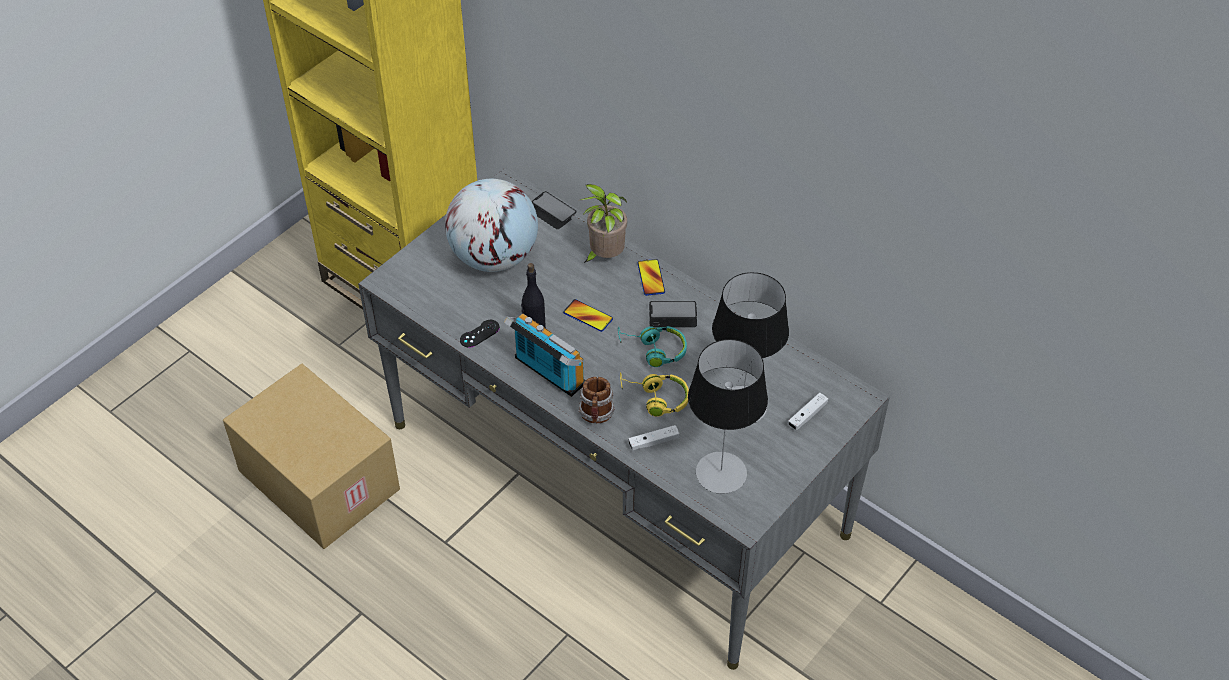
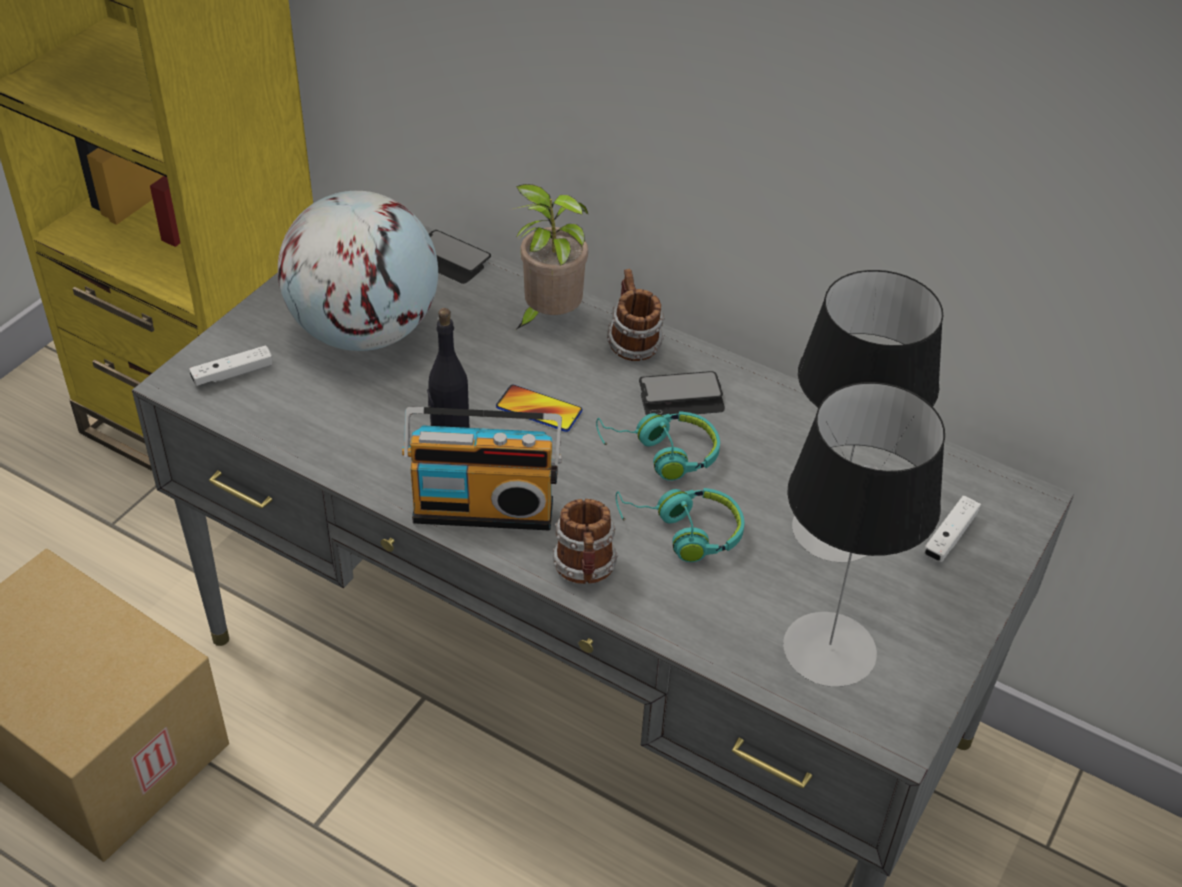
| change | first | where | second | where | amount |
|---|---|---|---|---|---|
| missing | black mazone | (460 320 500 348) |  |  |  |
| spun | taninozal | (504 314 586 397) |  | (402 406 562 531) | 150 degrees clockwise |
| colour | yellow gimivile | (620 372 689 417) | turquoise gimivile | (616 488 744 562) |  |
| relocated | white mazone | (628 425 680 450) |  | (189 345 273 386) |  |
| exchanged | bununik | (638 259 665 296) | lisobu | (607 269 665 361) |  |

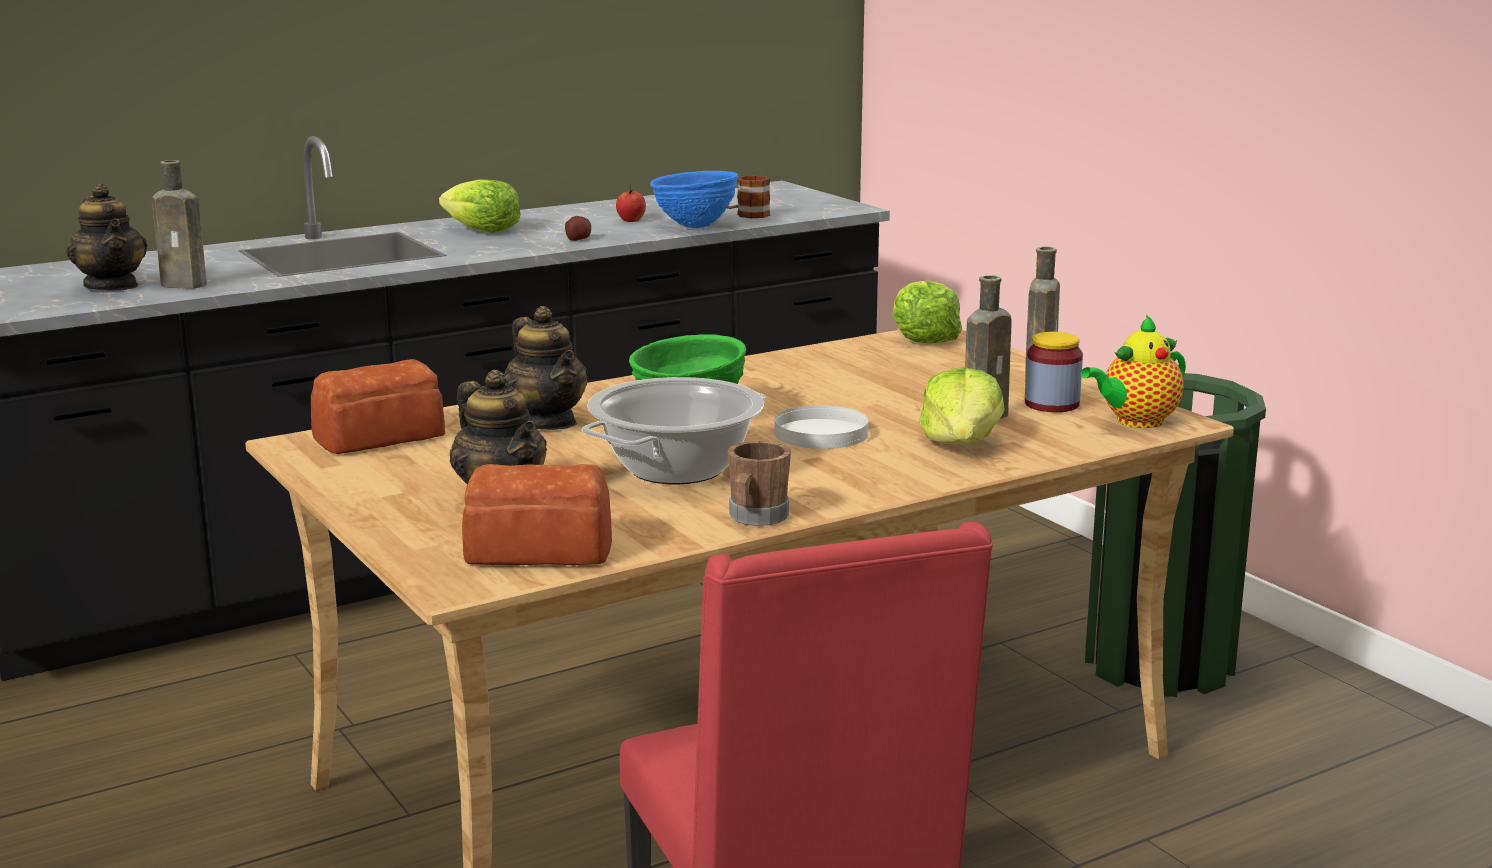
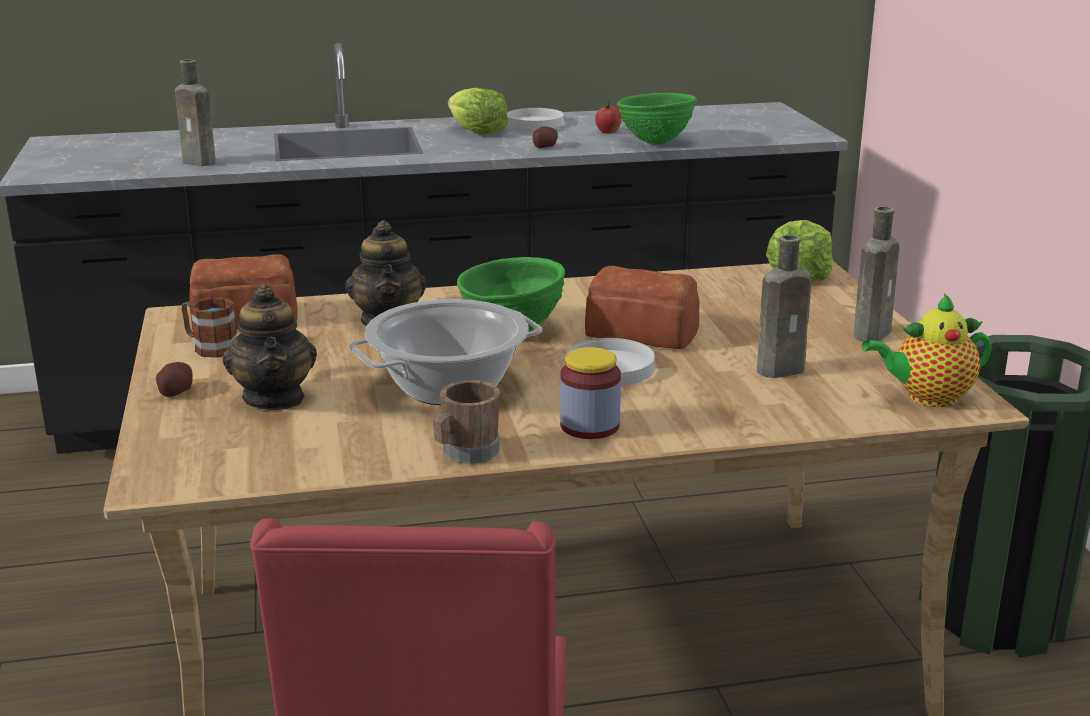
| change | first | where | second | where | amount |
|---|---|---|---|---|---|
| missing | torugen | (66 183 147 291) |  |  |  |
| relocated | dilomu | (462 464 612 565) |  | (585 266 699 349) |  |
| colour | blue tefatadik | (650 171 739 228) | green tefatadik | (617 93 697 145) |  |
| relocated | lisobu | (727 175 770 218) |  | (182 297 237 358) |  |
| missing | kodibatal | (919 367 1005 444) |  |  |  |
| relocated | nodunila | (1025 332 1083 412) |  | (560 347 621 439) |  |
| appeared |  |  | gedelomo | (156 362 193 397) |  |
| appeared |  |  | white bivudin | (507 108 564 130) |  |

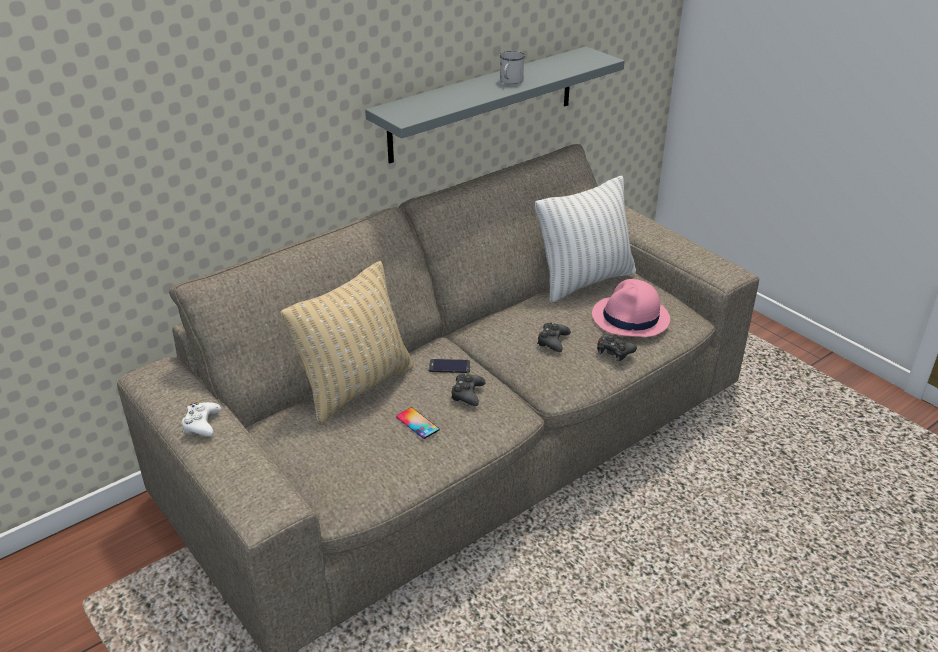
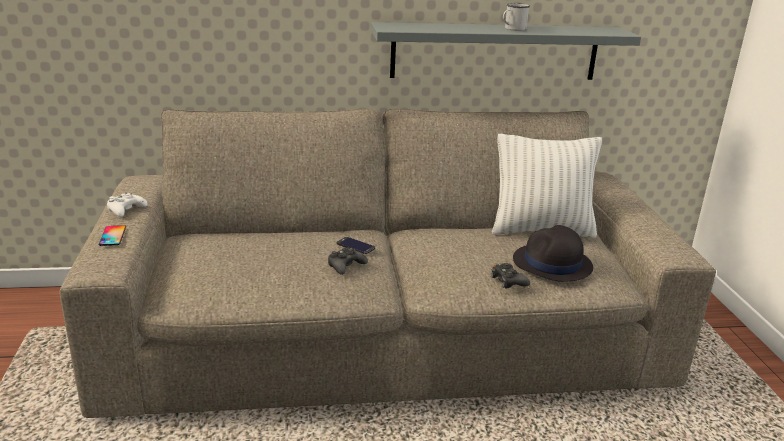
| change | first | where | second | where | amount |
|---|---|---|---|---|---|
| missing | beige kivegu | (281 261 414 423) |  |  |  |
| relocated | bununik | (396 407 440 439) |  | (99 225 126 246) |  |
| missing | black mazone | (537 322 571 352) |  |  |  |
| colour | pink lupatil | (592 279 670 337) | black lupatil | (513 225 593 282) |  |

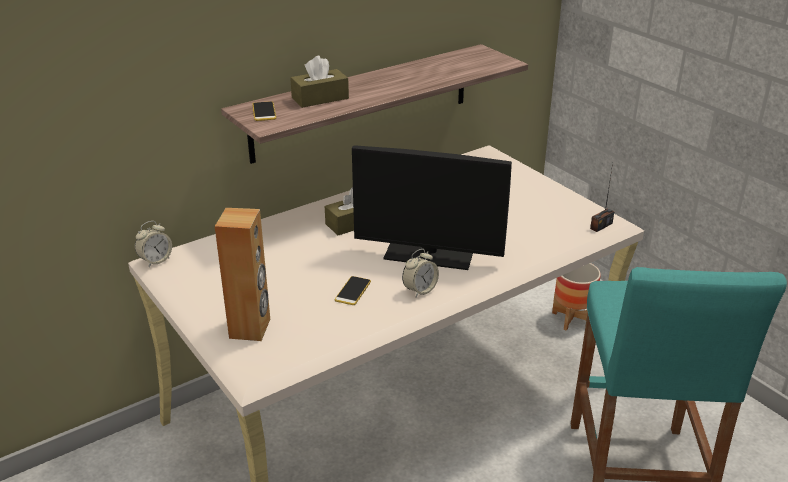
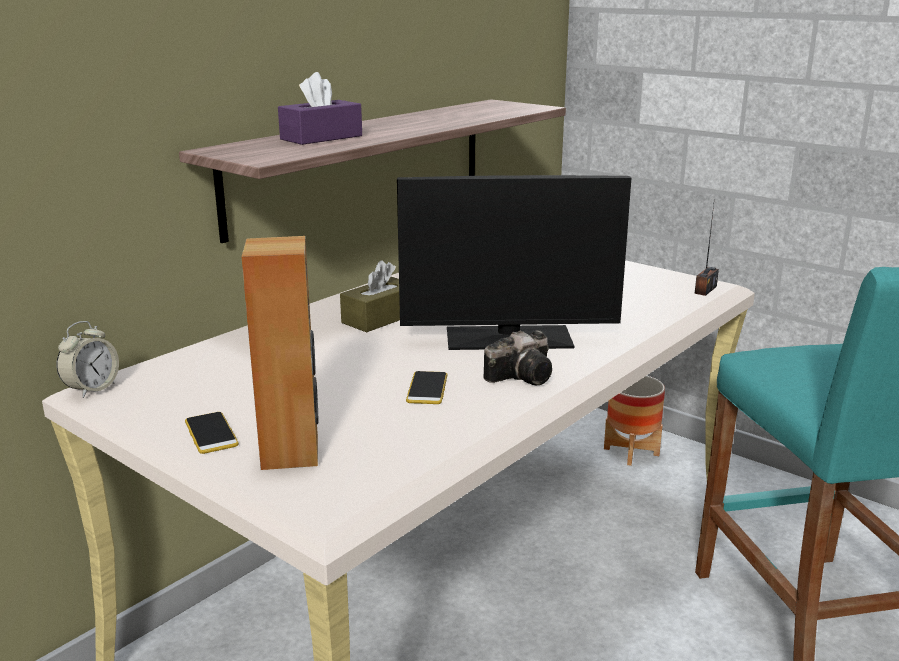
| change | first | where | second | where | amount |
|---|---|---|---|---|---|
| relocated | bununik | (252 101 276 121) |  | (185 412 239 454) |  |
| colour | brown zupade | (290 55 349 108) | purple zupade | (278 72 362 145) |  |
| exchanged | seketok | (402 249 439 297) | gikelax | (483 330 552 385) |  |

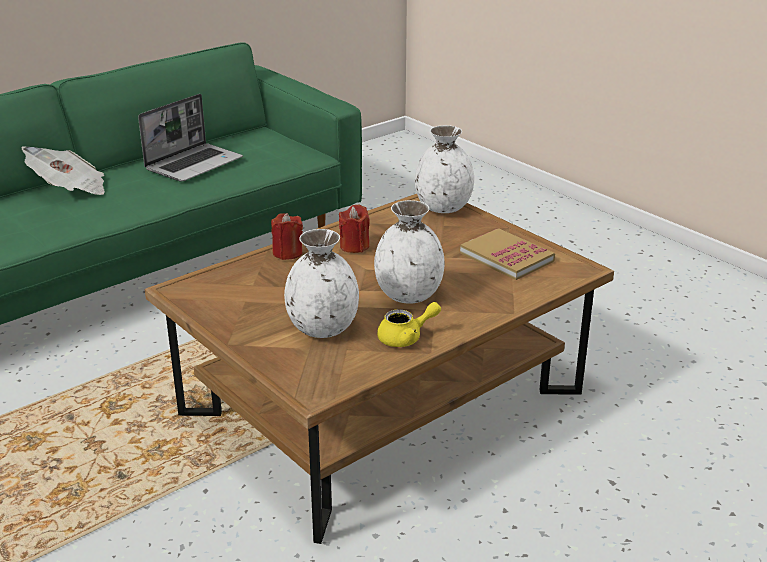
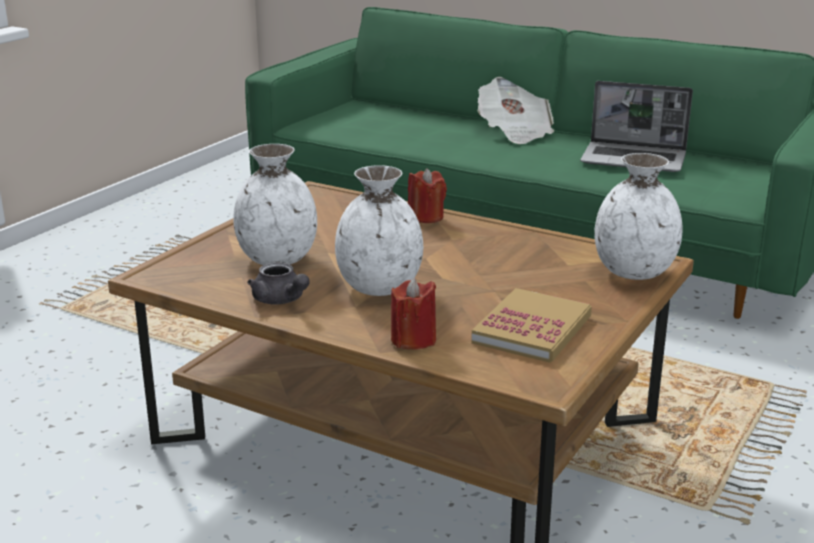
| change | first | where | second | where | amount |
|---|---|---|---|---|---|
| relocated | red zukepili | (339 205 370 253) |  | (391 278 436 349) |  |
| colour | yellow torugen | (377 302 441 347) | grey torugen | (247 262 310 305) |  |

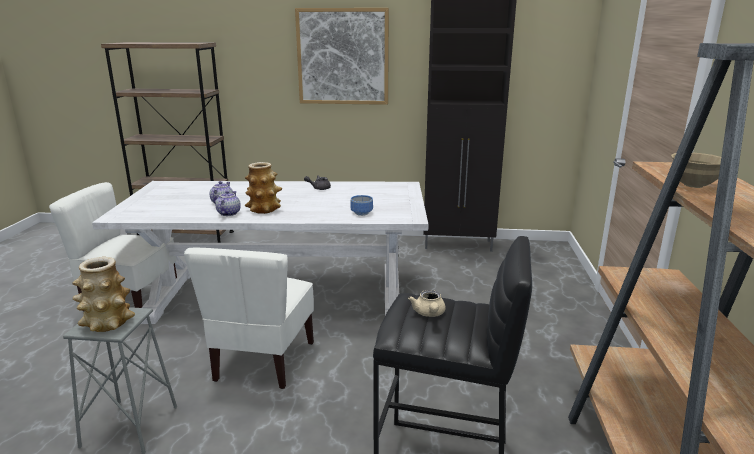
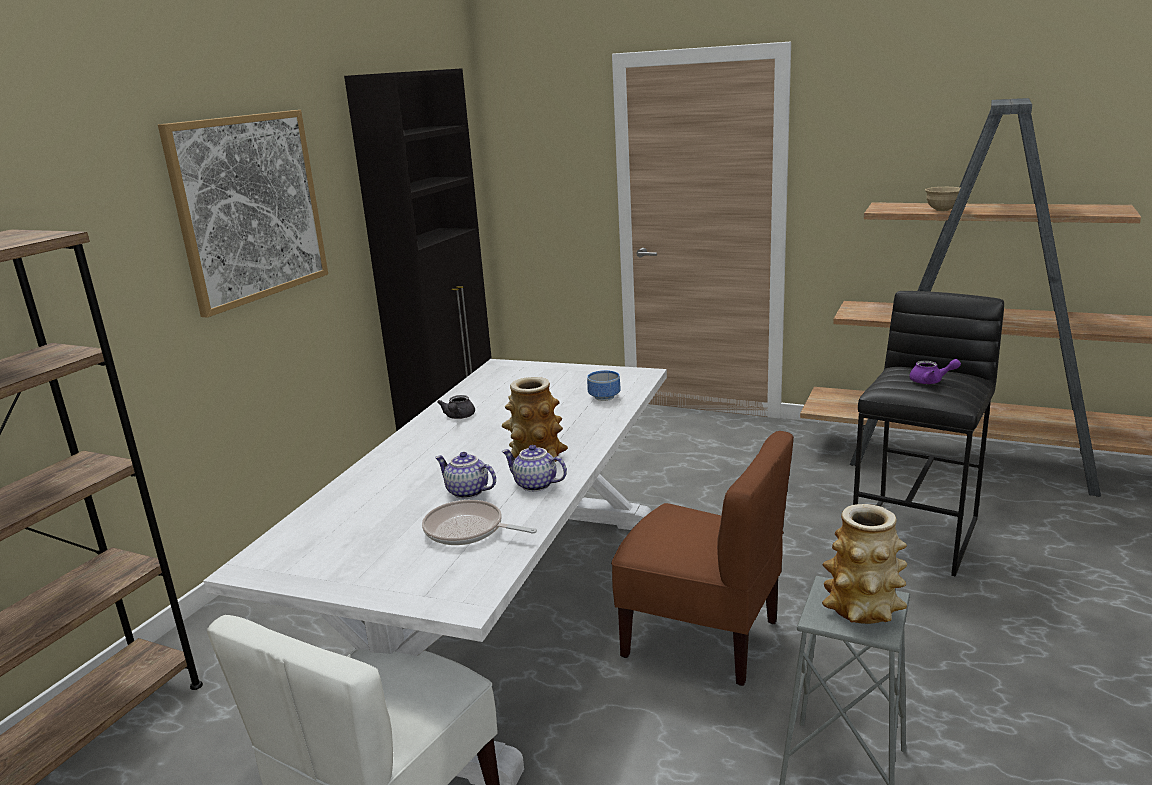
| change | first | where | second | where | amount |
|---|---|---|---|---|---|
| colour | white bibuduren | (184 248 314 389) | brown bibuduren | (611 431 794 686) |  |
| colour | beige torugen | (408 290 445 317) | purple torugen | (910 359 961 384) |  |
| appeared |  |  | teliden | (422 500 537 545) |  |

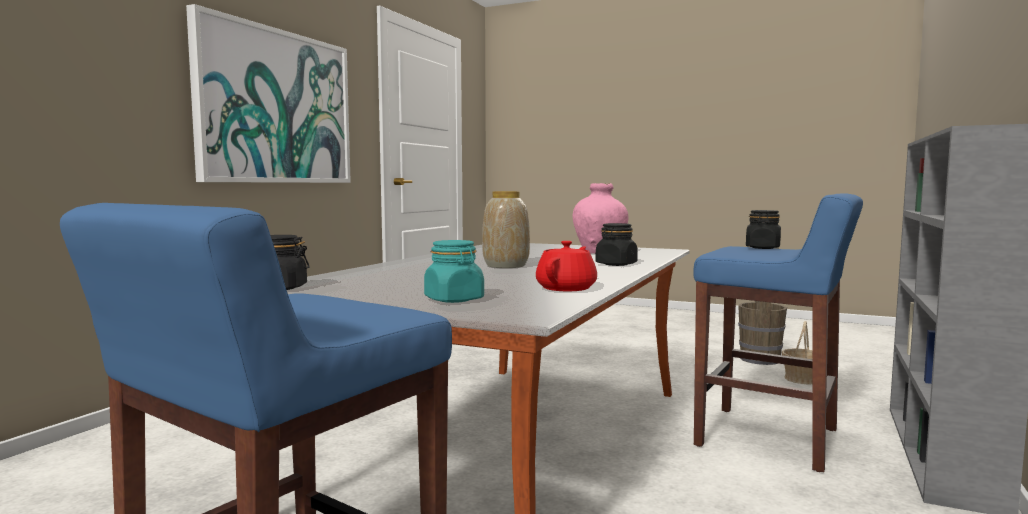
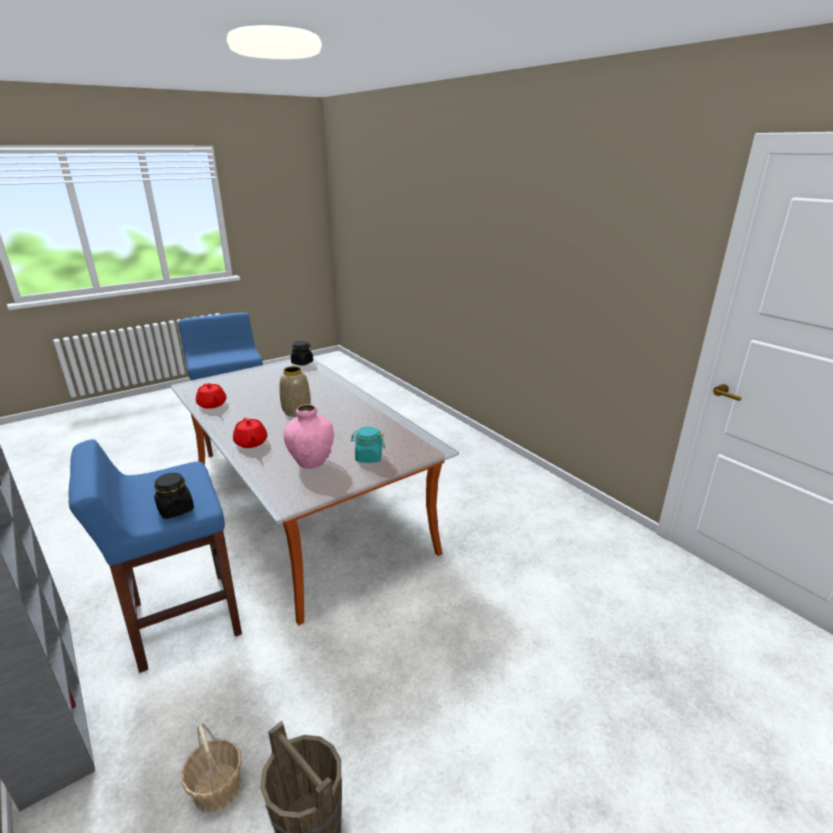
| change | first | where | second | where | amount |
|---|---|---|---|---|---|
| missing | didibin | (186 4 351 183) |  |  |  |
| relocated | turquoise nodunila | (424 240 484 303) |  | (351 427 385 463) |  |
| exchanged | black nodunila | (595 223 638 266) | red torugen | (233 418 267 448) |  |

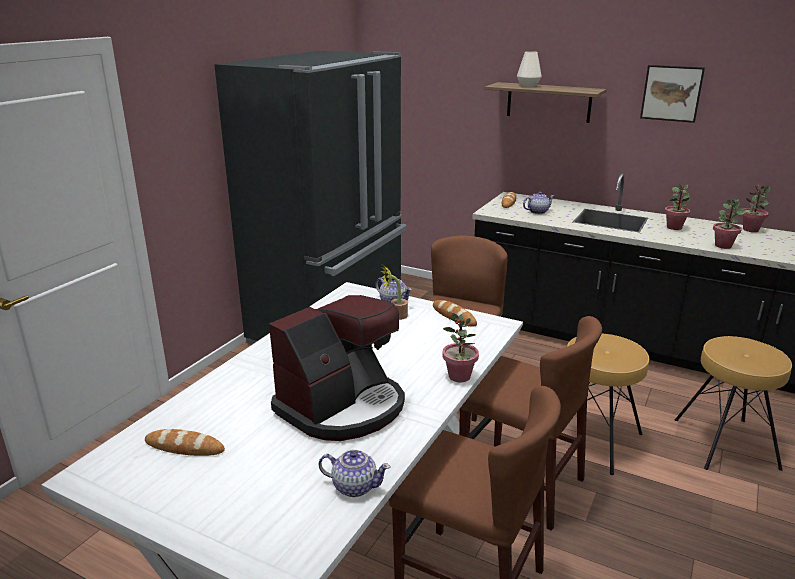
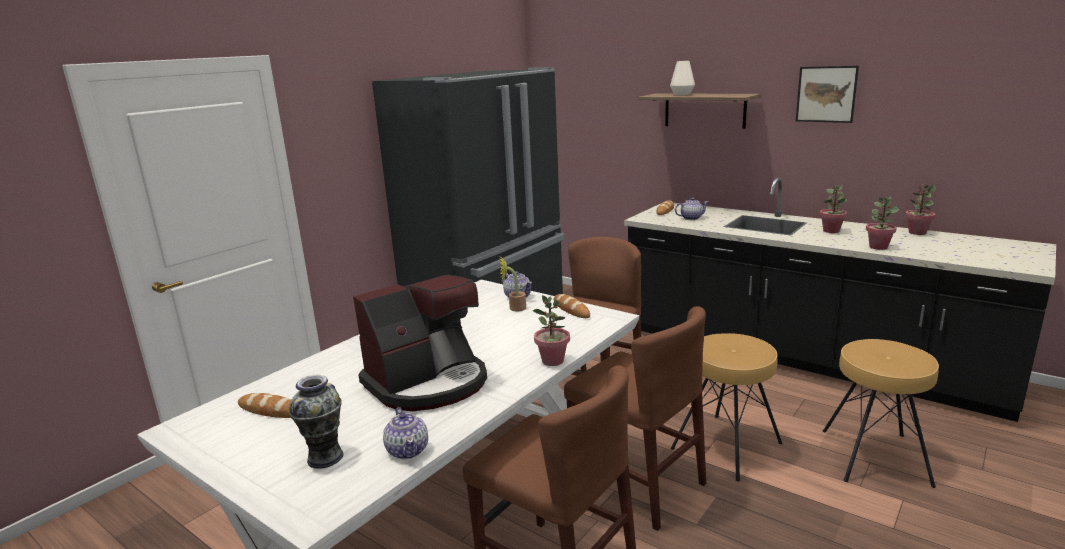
| change | first | where | second | where | amount |
|---|---|---|---|---|---|
| spun | torugen | (319 450 391 497) |  | (383 407 428 459) | 45 degrees clockwise |
| appeared |  |  | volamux | (289 375 343 469) |  |

